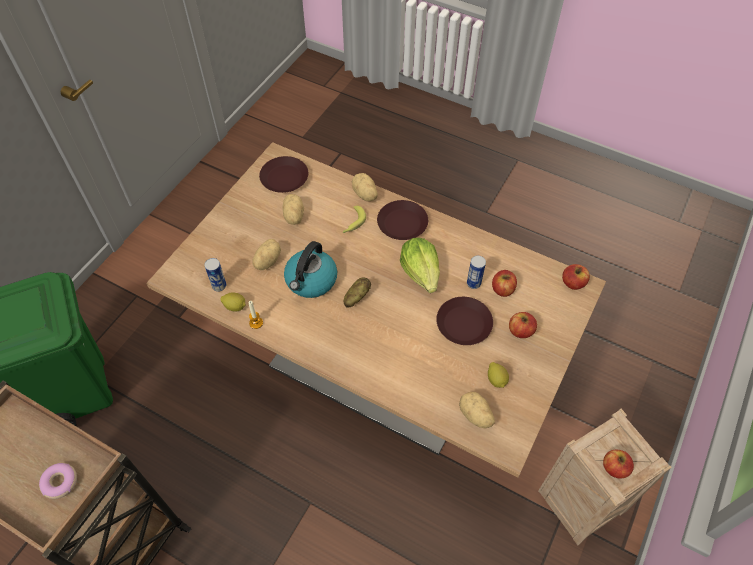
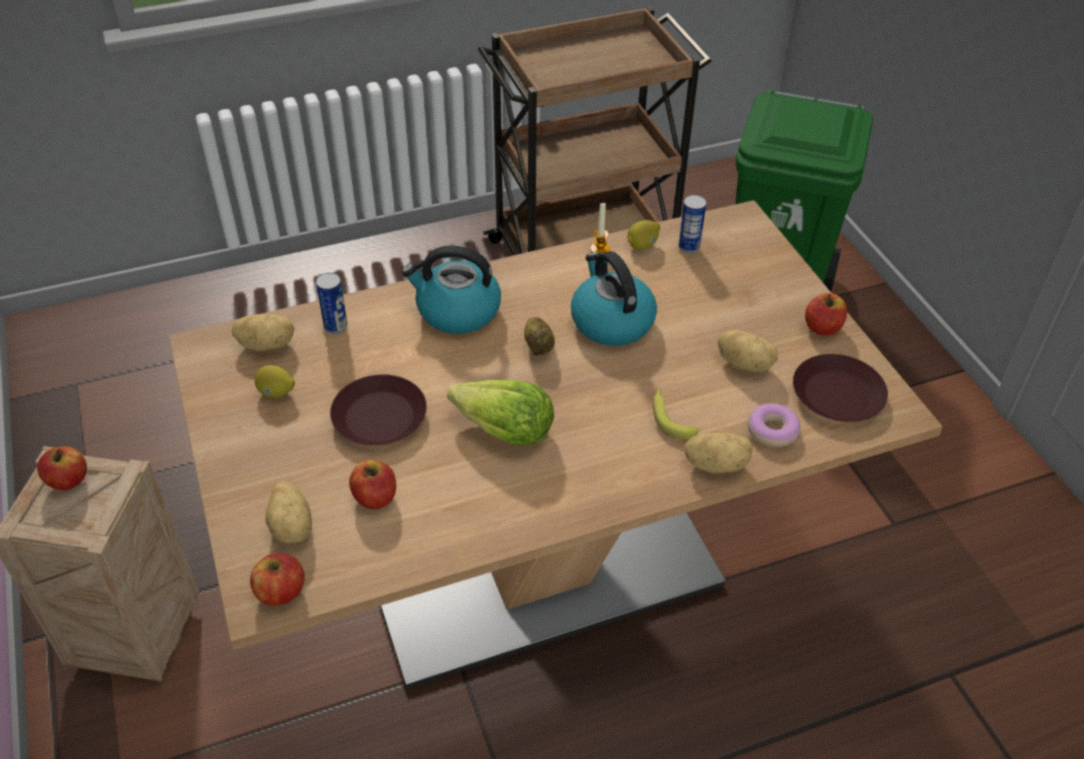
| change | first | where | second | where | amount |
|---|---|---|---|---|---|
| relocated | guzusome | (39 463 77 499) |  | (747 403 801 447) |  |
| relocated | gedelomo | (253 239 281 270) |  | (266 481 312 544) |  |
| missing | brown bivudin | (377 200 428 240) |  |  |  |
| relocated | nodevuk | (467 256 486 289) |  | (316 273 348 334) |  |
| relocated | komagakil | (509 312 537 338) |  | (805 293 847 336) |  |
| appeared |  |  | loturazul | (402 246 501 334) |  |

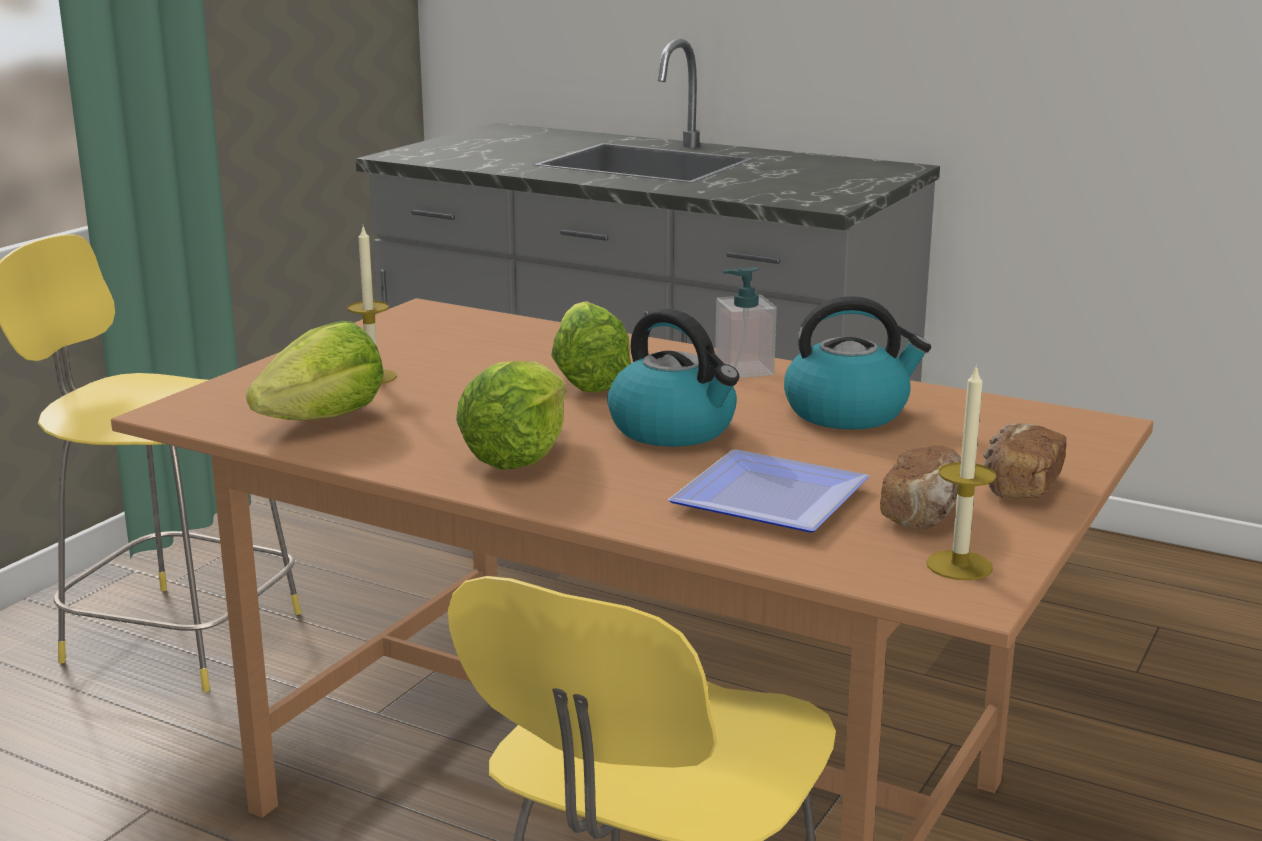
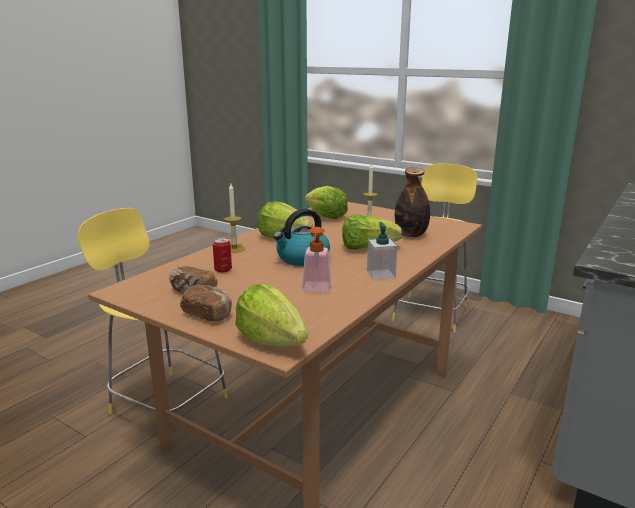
| change | first | where | second | where | amount |
|---|---|---|---|---|---|
| exchanged | bivudin | (668 449 870 533) | nodevuk | (213 238 232 273) |  |
| exchanged | loturazul | (784 296 931 429) | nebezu | (302 227 331 293) |  |
| relocated | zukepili | (927 364 996 580) |  | (224 184 245 253) |  |
| appeared |  |  | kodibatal | (235 284 308 347) |  |
| appeared |  |  | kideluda | (395 167 430 237) |  |

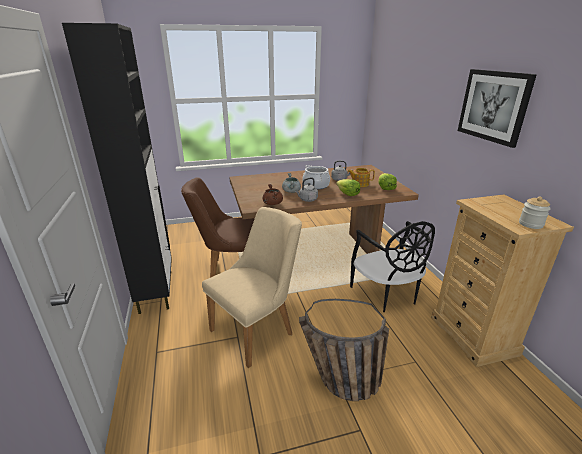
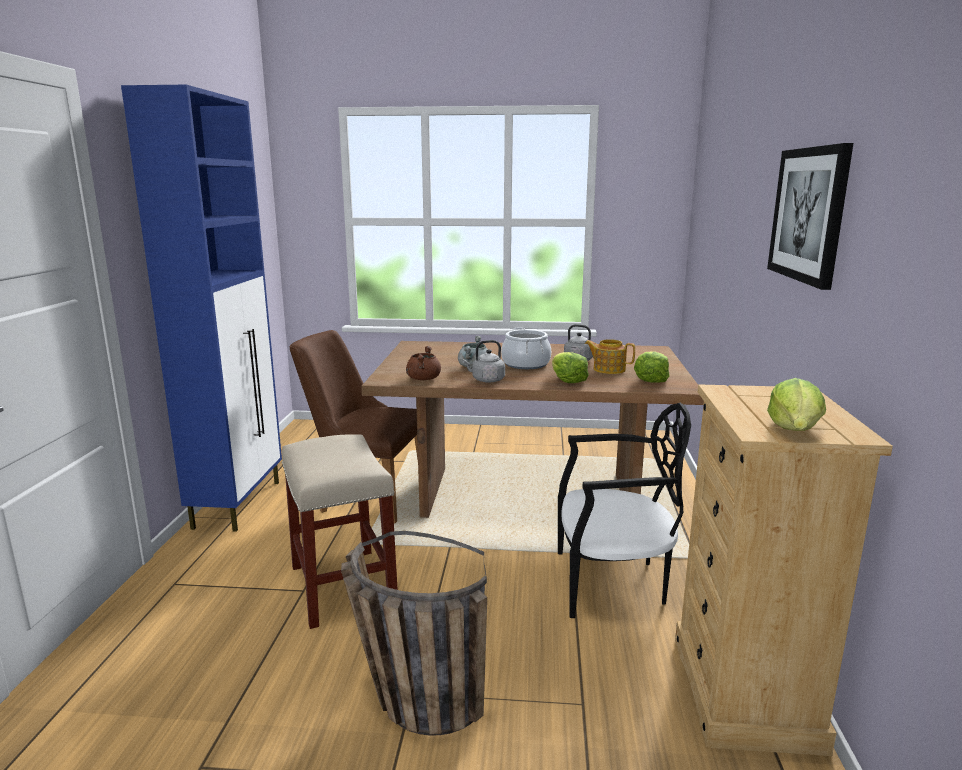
| change | first | where | second | where | amount |
|---|---|---|---|---|---|
| colour | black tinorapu | (62 23 172 314) | blue tinorapu | (121 85 282 532) |  |
| exchanged | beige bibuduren | (202 207 302 368) | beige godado | (282 434 398 629) |  |
| spun | black bibuduren | (350 221 435 312) |  | (558 403 691 618) | 90 degrees counterclockwise |
| exchanged | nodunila | (519 197 551 229) | kodibatal | (767 378 826 431) |  |

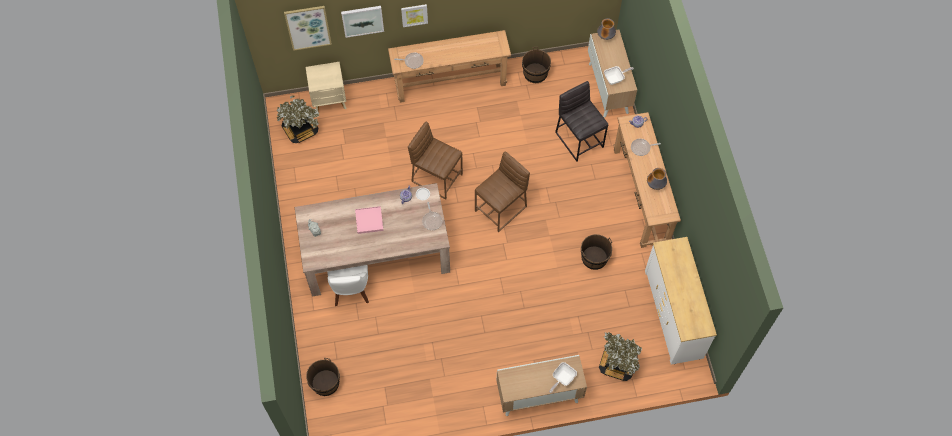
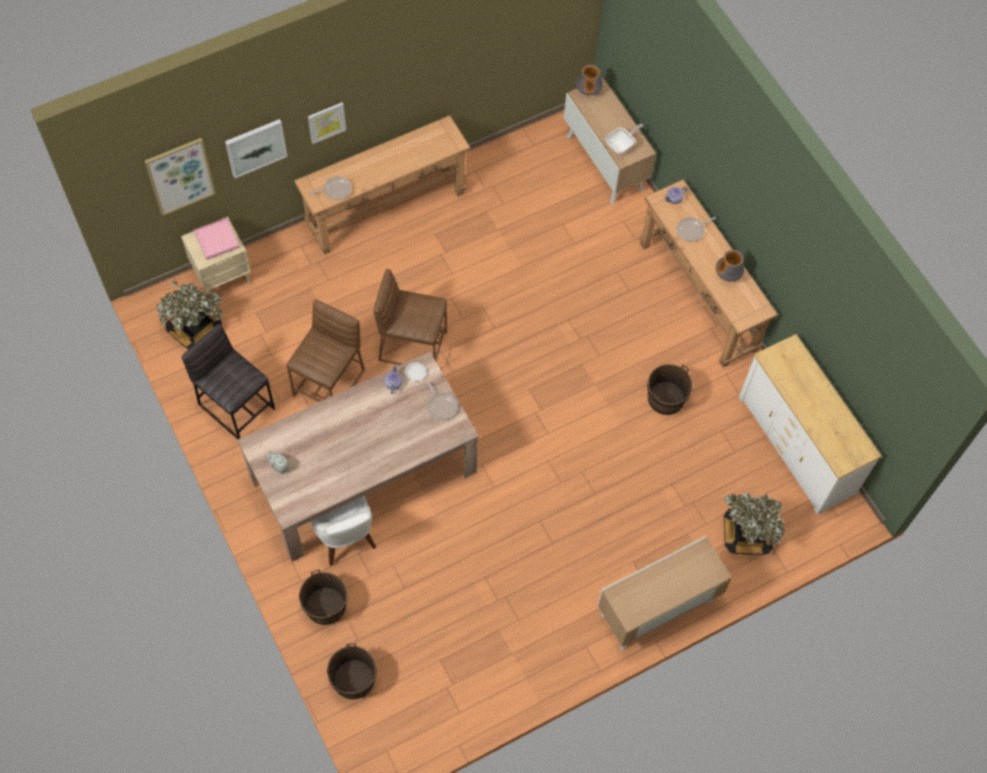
| change | first | where | second | where | amount |
|---|---|---|---|---|---|
| relocated | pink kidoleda | (355 206 383 234) |  | (194 218 240 260) |  |
| relocated | brown godado | (475 151 530 232) |  | (287 300 365 402) |  |
| relocated | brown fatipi | (522 47 551 83) |  | (299 569 348 625) |  |
| missing | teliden | (549 362 577 393) |  |  |  |
| relocated | grey godado | (555 81 608 162) |  | (182 324 275 439) |  |

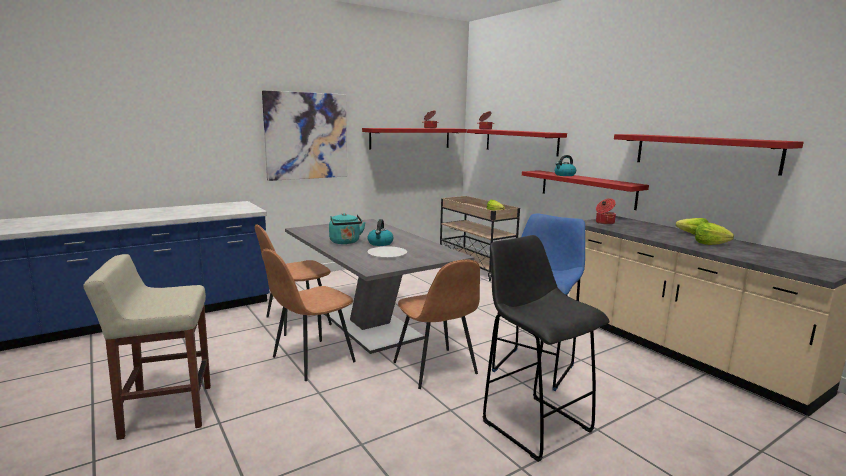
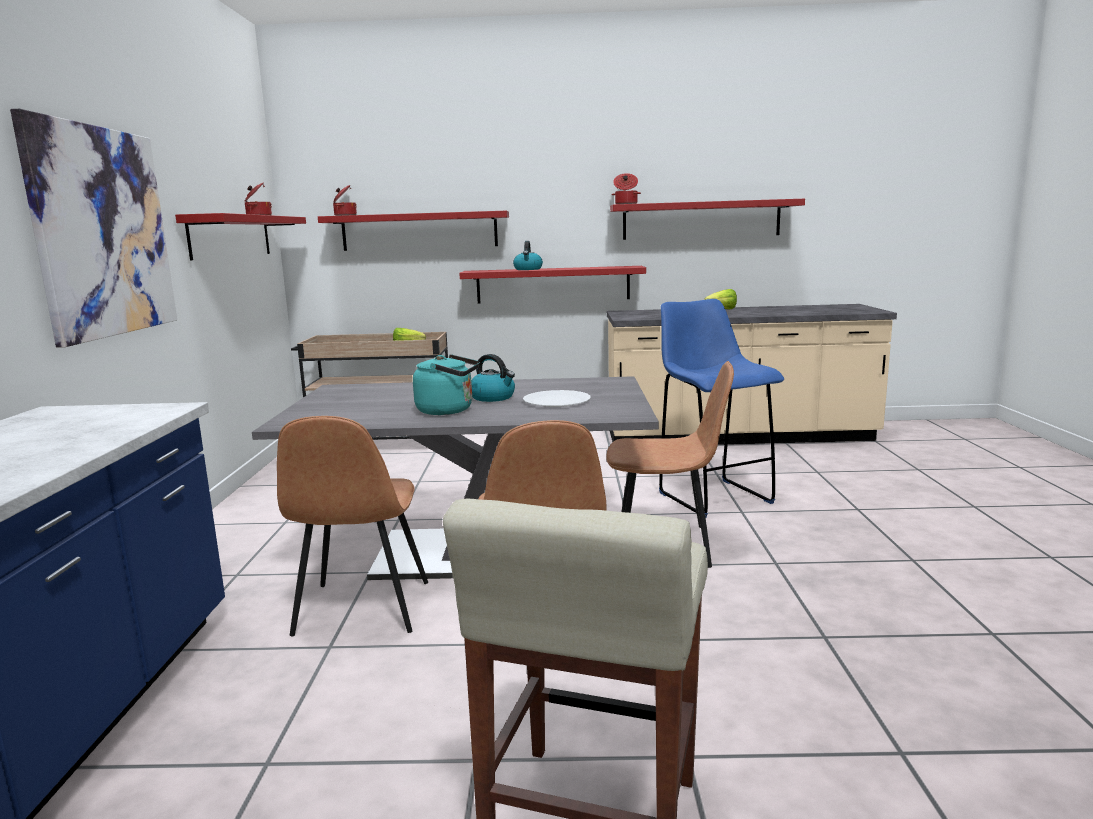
| change | first | where | second | where | amount |
|---|---|---|---|---|---|
| missing | black godado | (482 235 610 462) |  |  |  |
| relocated | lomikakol | (596 198 616 225) |  | (611 173 641 204) |  |
| missing | kodibatal | (695 222 734 245) |  |  |  |

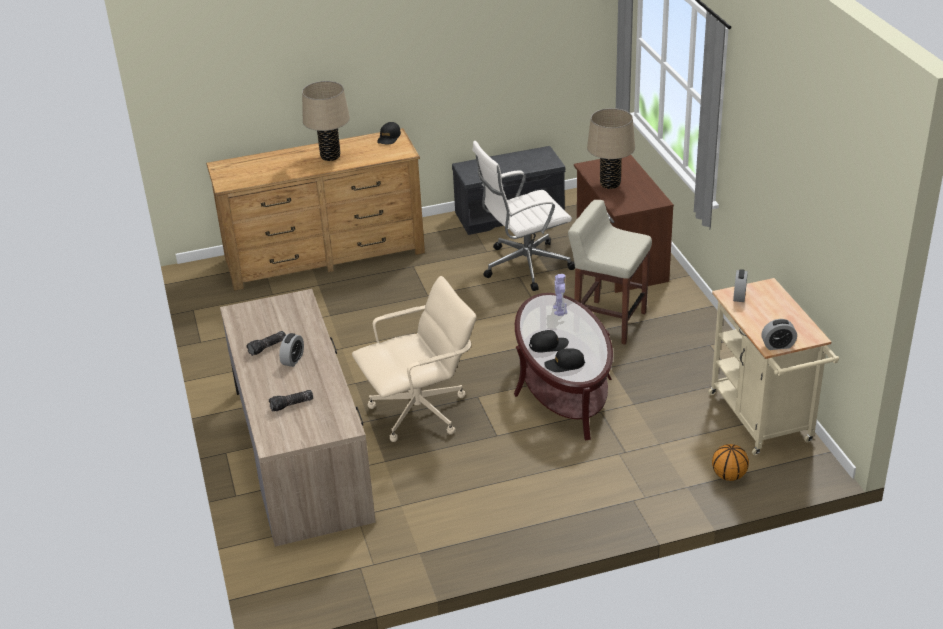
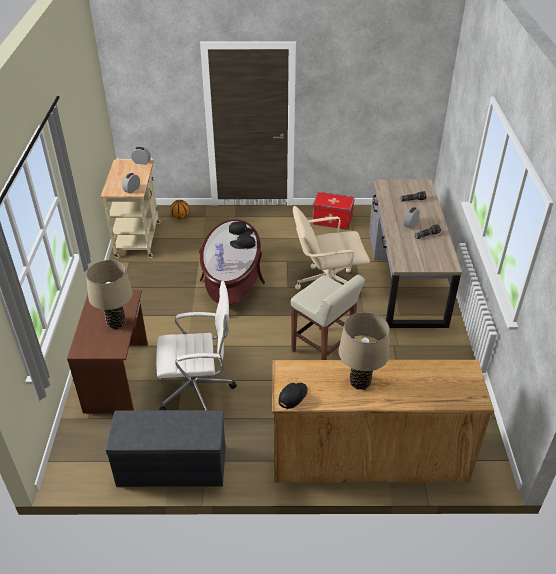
| change | first | where | second | where | amount |
|---|---|---|---|---|---|
| relocated | beige godado | (568 200 652 345) |  | (290 274 365 360) |  |
| appeared |  |  | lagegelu | (312 192 355 230) |  |

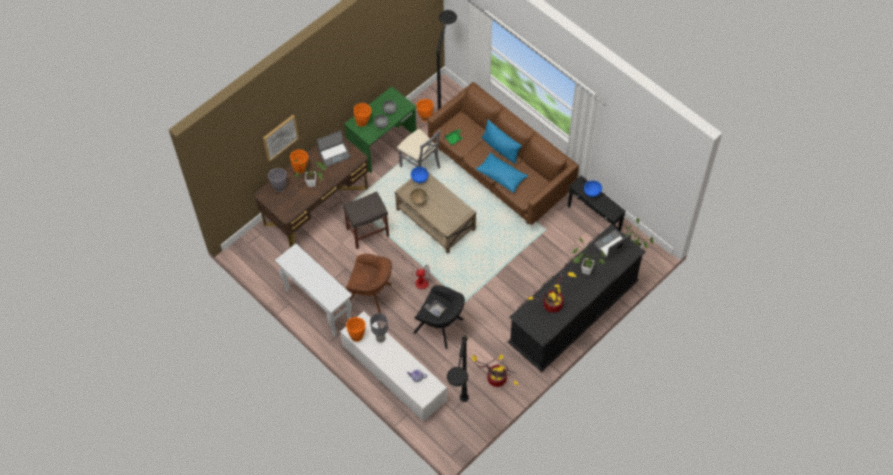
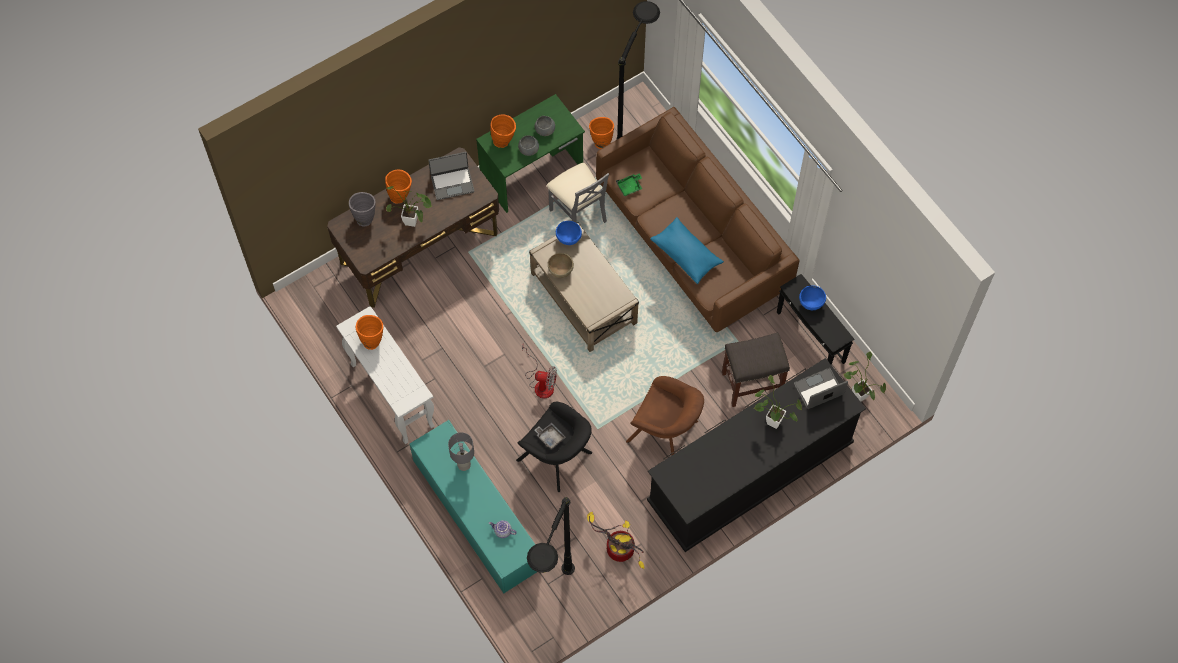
| change | first | where | second | where | amount |
|---|---|---|---|---|---|
| missing | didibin | (263 115 299 162) |  |  |  |
| colour | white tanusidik | (340 311 447 422) | turquoise tanusidik | (410 420 537 594) |  |
| relocated | grey godado | (343 191 389 249) |  | (722 332 790 407) |  |
| relocated | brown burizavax | (345 254 392 313) |  | (626 376 704 455) |  |
| relocated | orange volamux | (346 317 366 342) |  | (356 315 383 350) |  |
| missing | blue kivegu | (482 120 522 164) |  |  |  |
| missing | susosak | (527 264 577 313) |  |  |  |

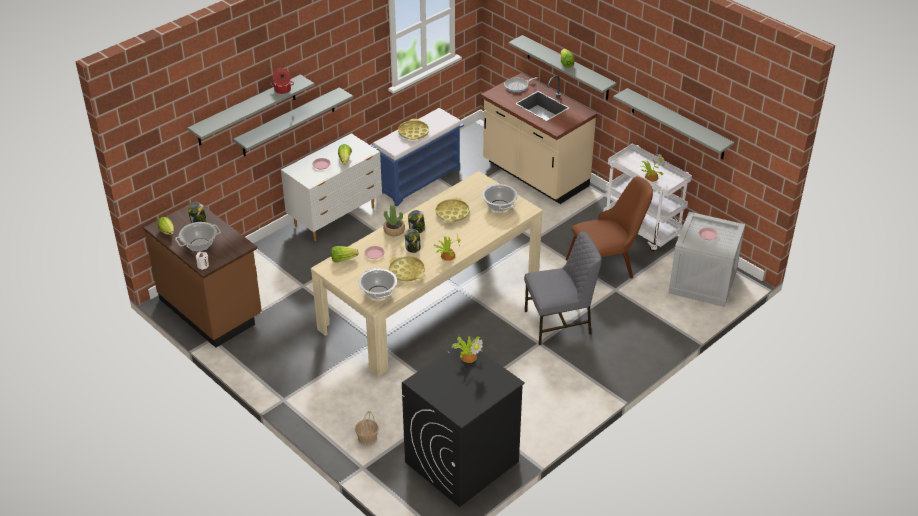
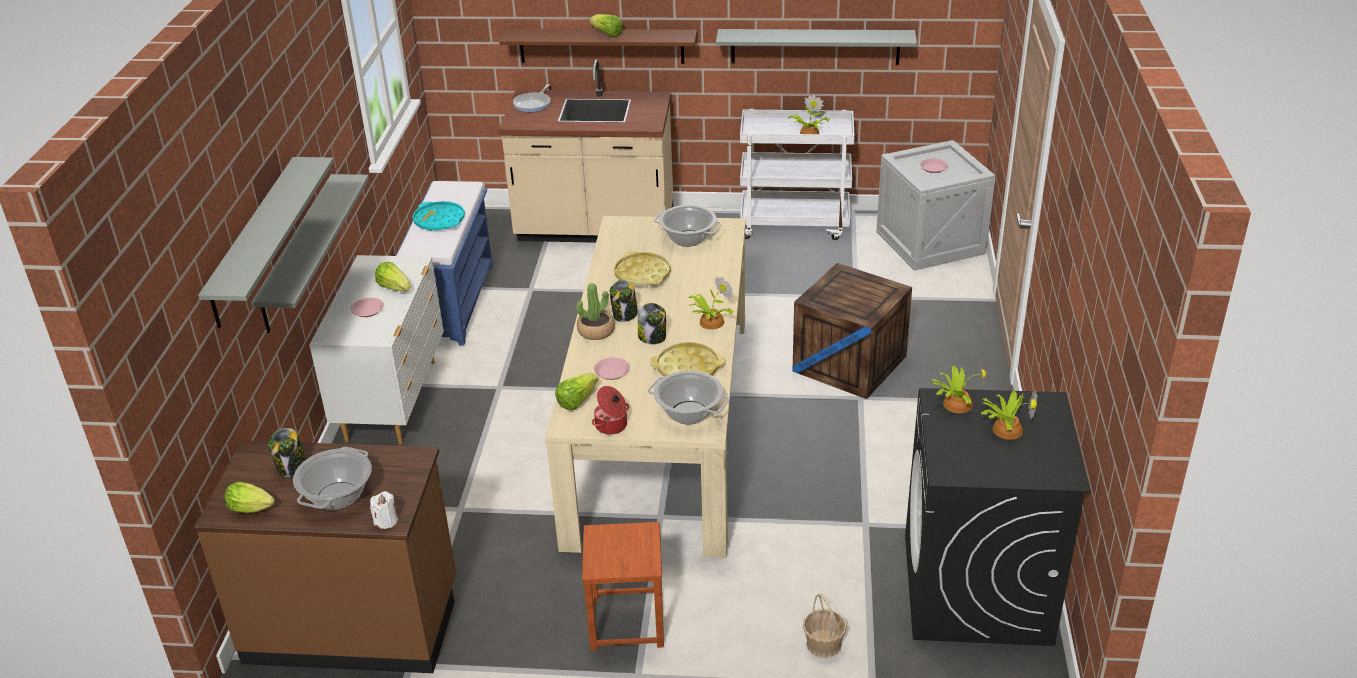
| change | first | where | second | where | amount |
|---|---|---|---|---|---|
| relocated | lomikakol | (270 68 294 94) |  | (592 386 629 435) |  |
| colour | yellow kidoleda | (398 119 429 140) | turquoise kidoleda | (413 201 465 231) |  |
| colour | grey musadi | (508 35 617 100) | brown musadi | (499 29 697 64) |  |
| exchanged | grey bibuduren | (524 232 602 345) | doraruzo | (792 263 912 399) |  |
| missing | brown bibuduren | (566 176 653 279) |  |  |  |
| appeared |  |  | brown godado | (582 522 664 651) |  |
| appeared |  |  | susosak | (981 390 1037 440) |  |

